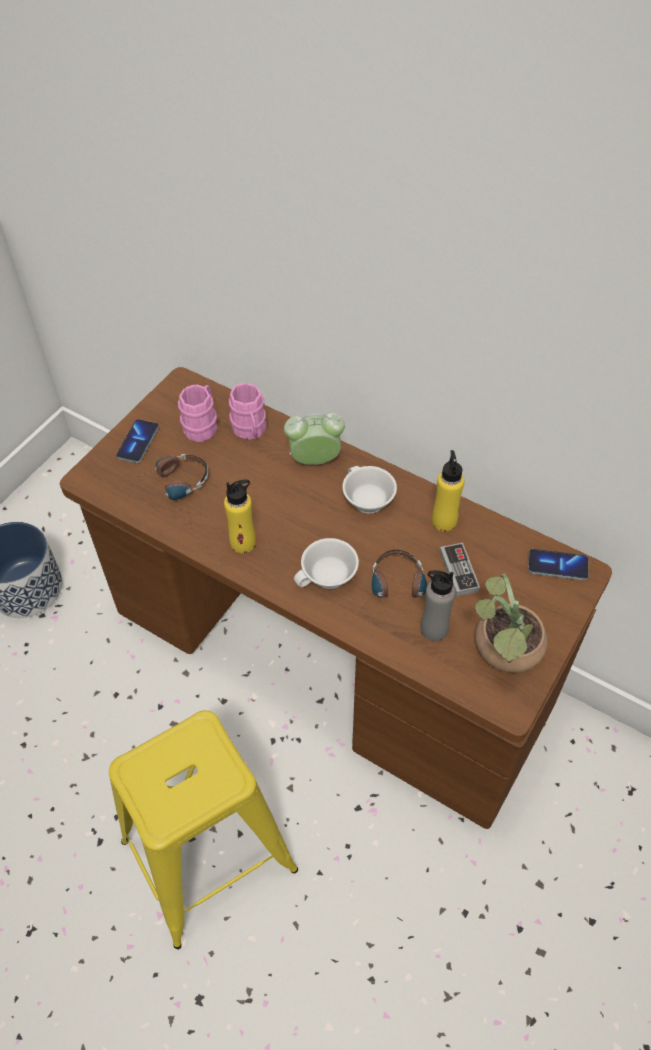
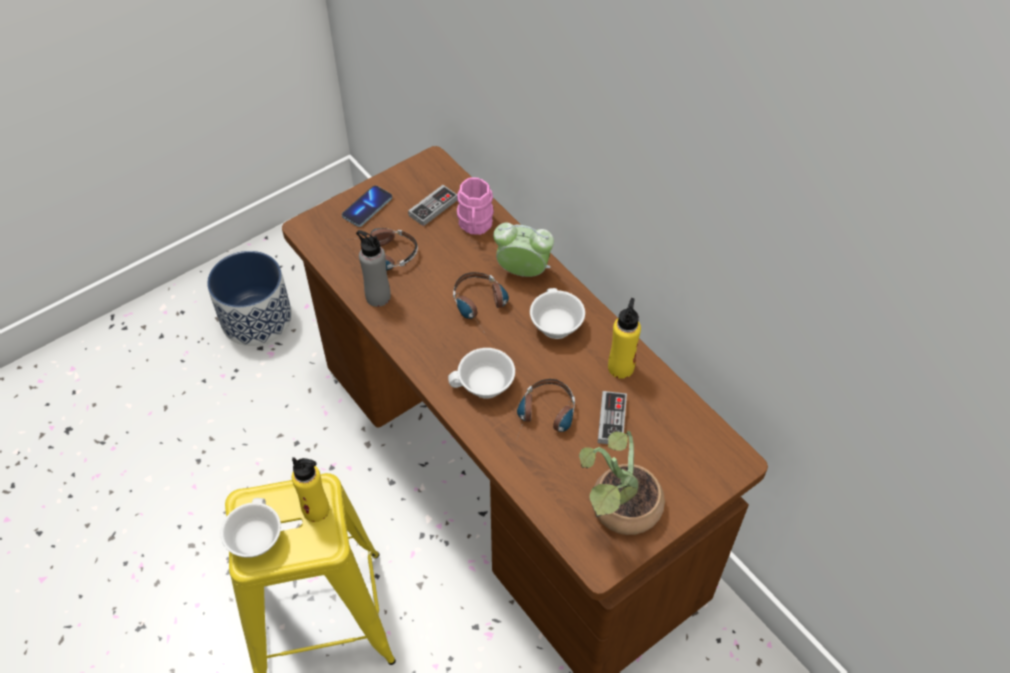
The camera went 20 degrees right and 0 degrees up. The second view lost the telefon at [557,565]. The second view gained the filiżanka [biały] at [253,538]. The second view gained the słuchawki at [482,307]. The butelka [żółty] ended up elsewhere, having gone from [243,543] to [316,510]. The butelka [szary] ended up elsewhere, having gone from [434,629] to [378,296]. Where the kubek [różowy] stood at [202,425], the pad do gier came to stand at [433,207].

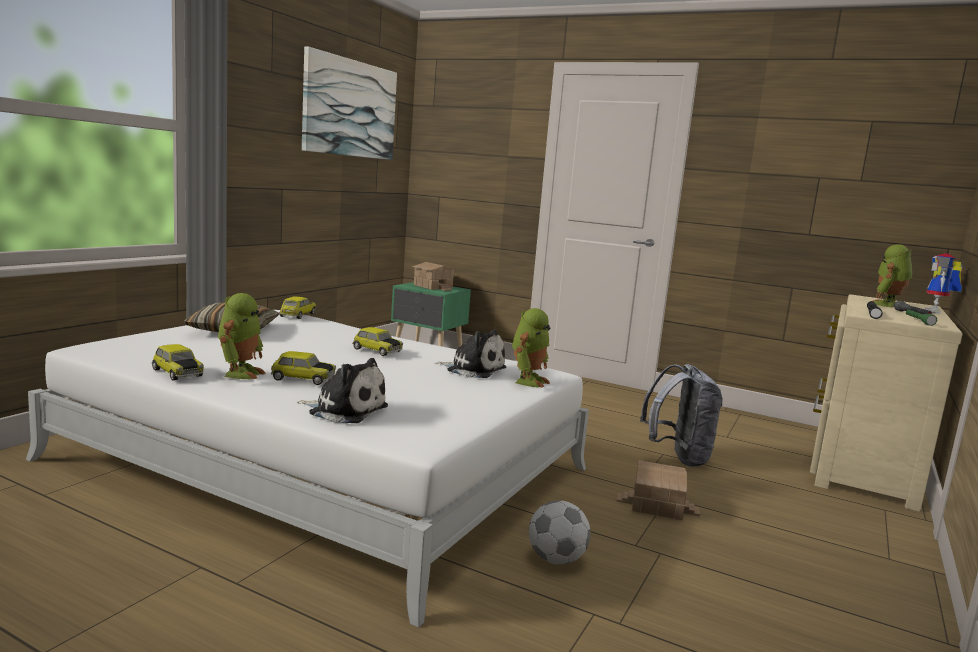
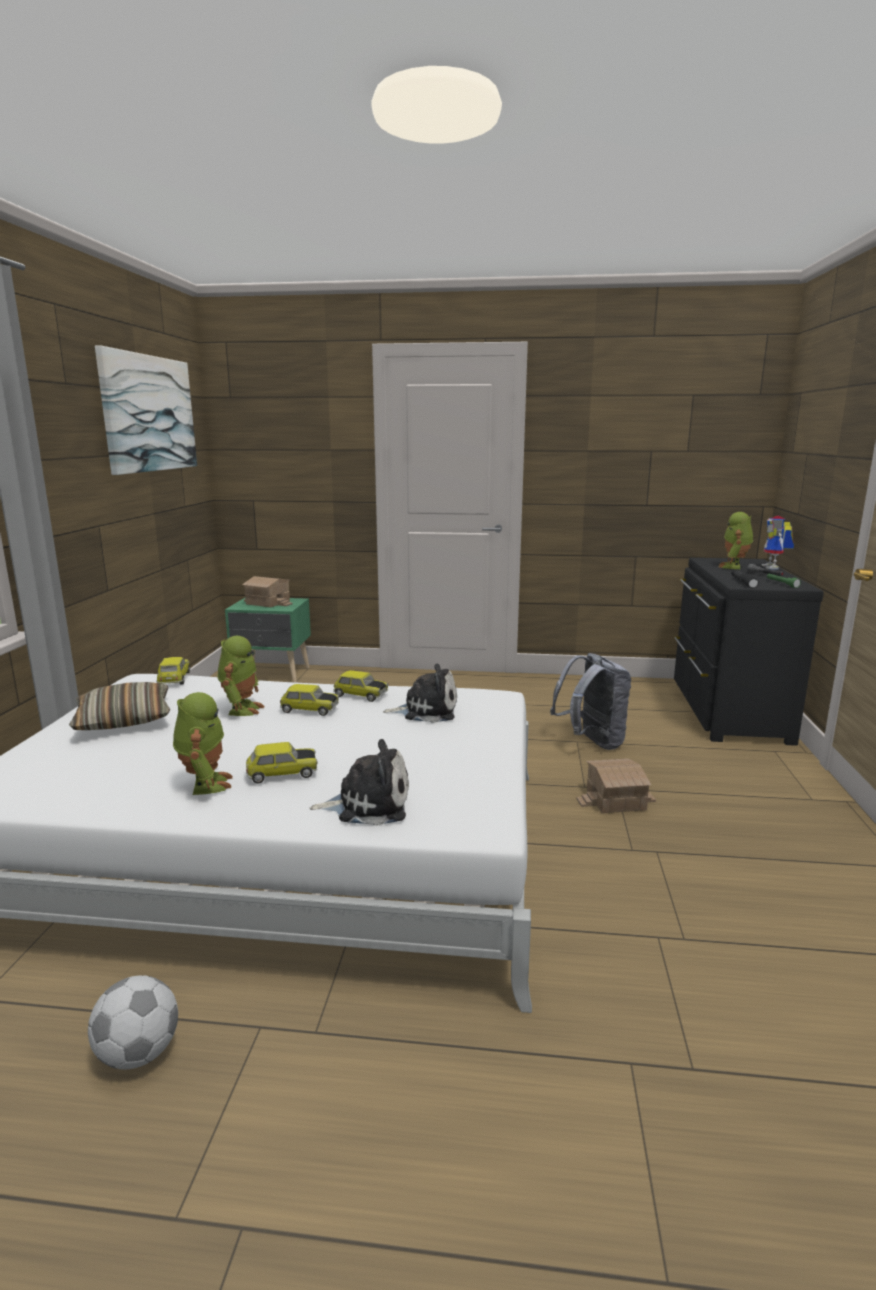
The camera went 20 degrees left and 5 degrees up. The samochodzik ended up elsewhere, having gone from [176,373] to [360,695]. The robot zabawkowy ended up elsewhere, having gone from [528,381] to [241,709]. The piłka futbolowa ended up elsewhere, having gone from [555,559] to [138,1053]. What was the komoda [beżowy] at [859,466] turned into the komoda [czarny] at [726,711].

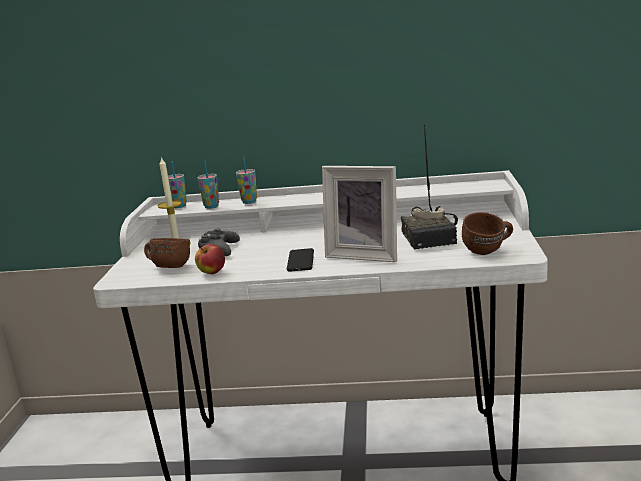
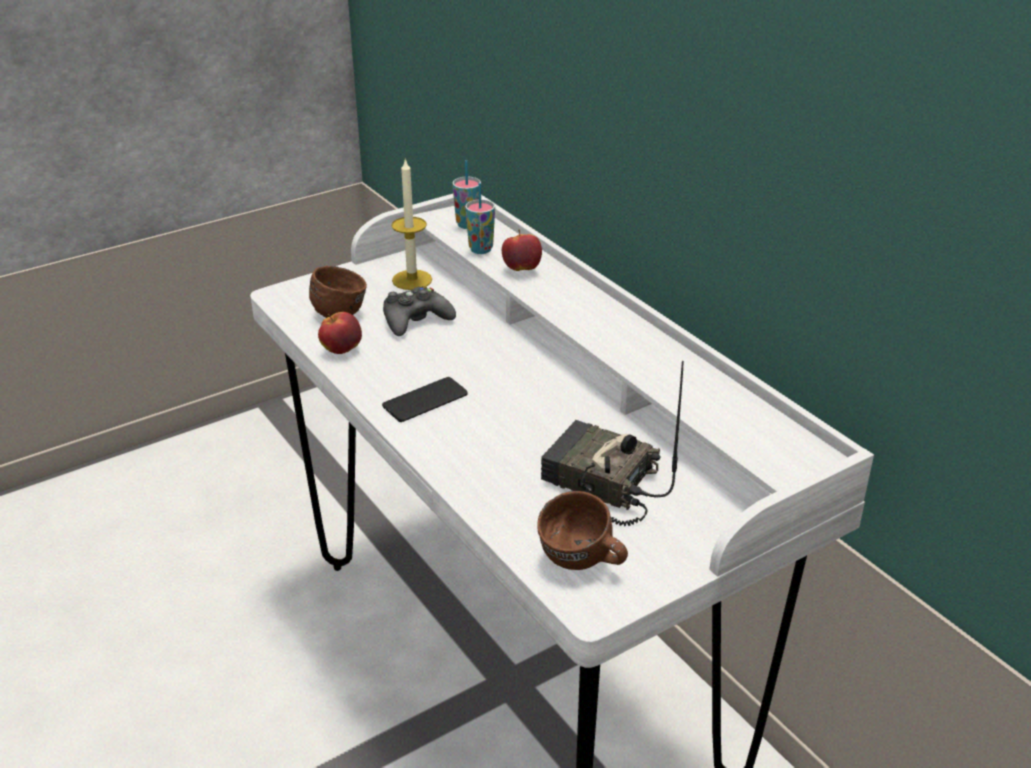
The camera went 50 degrees right and 15 degrees up. The second view lost the ramka na zdjęcie at [365,254]. Where the filiżanka stood at [249,202], the jabłko came to stand at [521,269]. The radio at [432,237] ended up facing another way, 75 degrees clockwise from before.

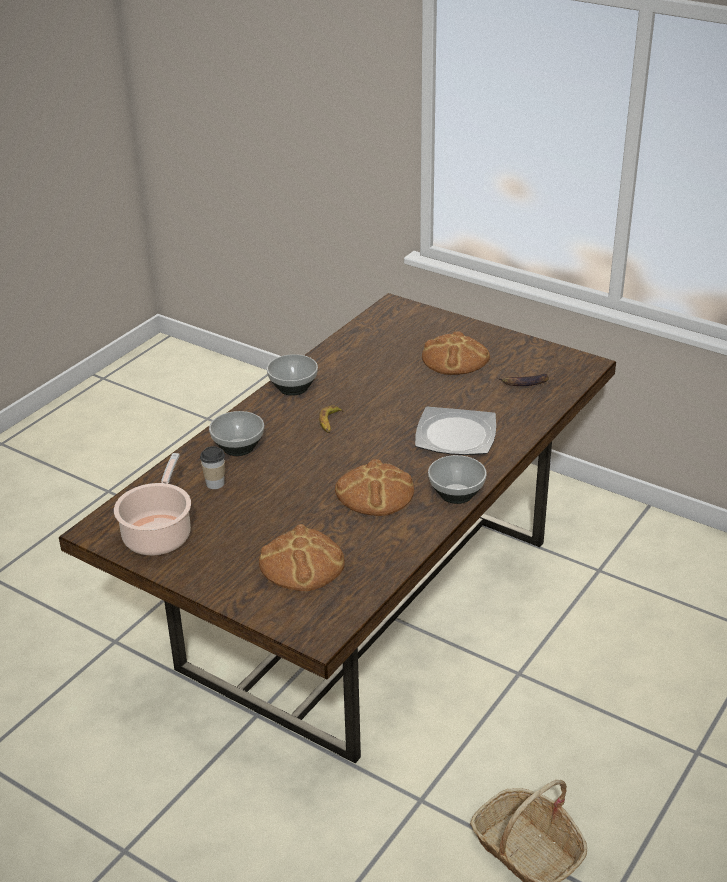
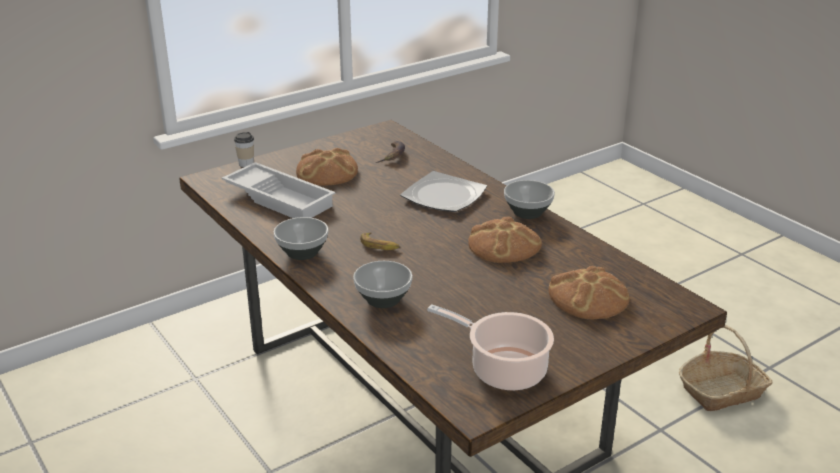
The camera went 70 degrees left and 5 degrees down. The second view gained the taca [biały] at [281,198]. The filiżanka ended up elsewhere, having gone from [215,483] to [246,164].

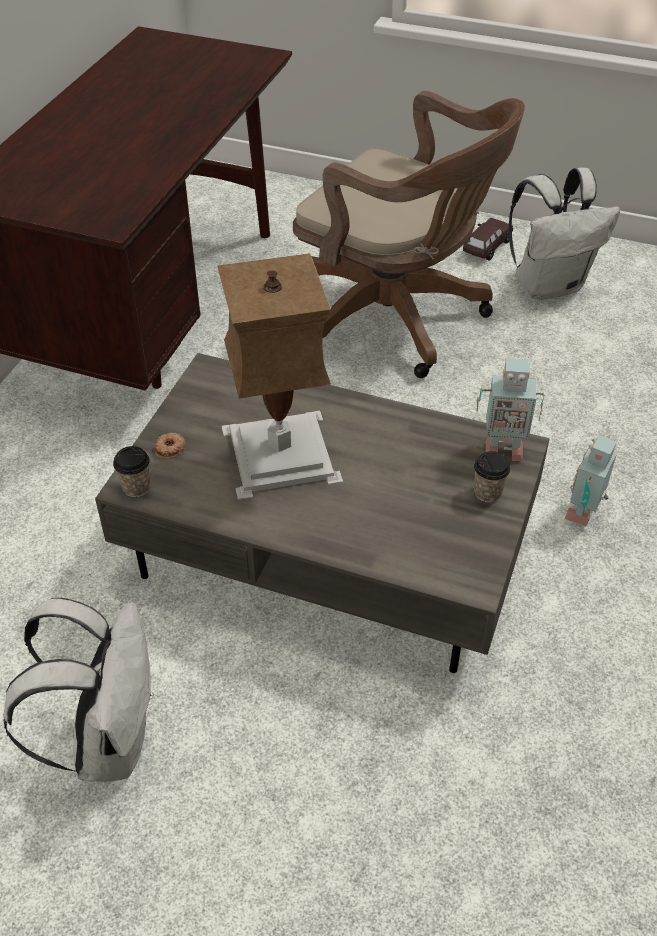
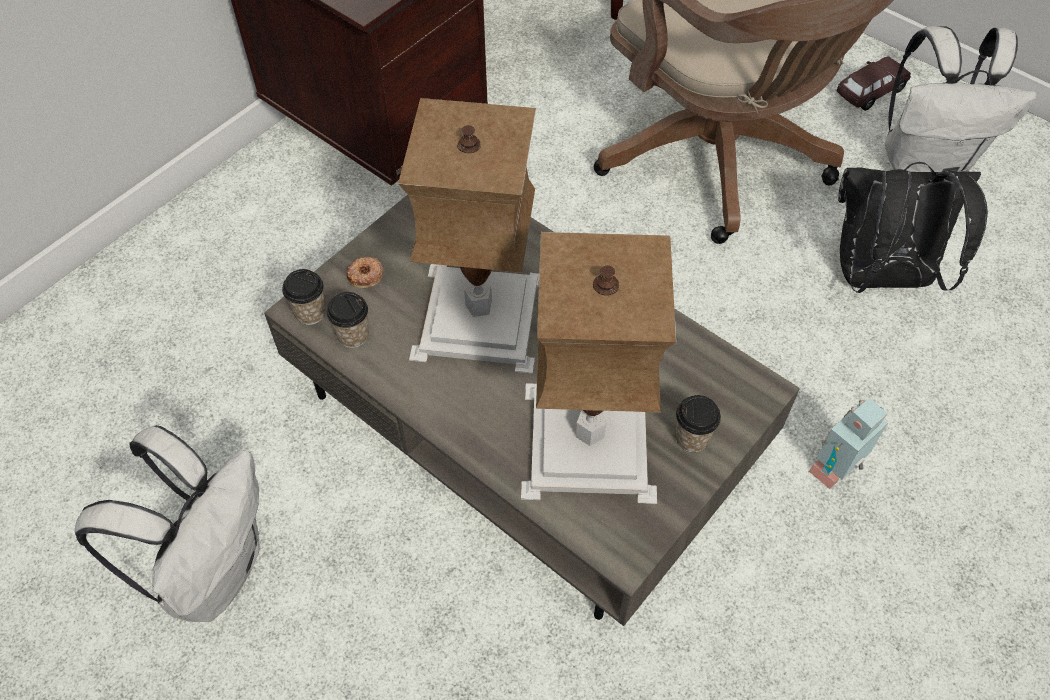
The camera went 20 degrees right and 10 degrees up. The second view lost the robot zabawkowy at [502,448]. The second view gained the filiżanka at [353,335]. The second view gained the lampa stołowa at [592,444]. The second view gained the plecak [czarny] at [879,278].

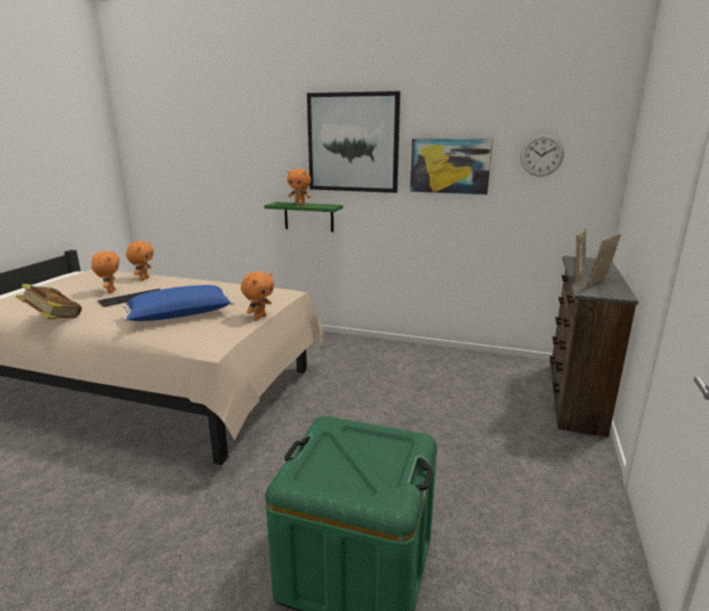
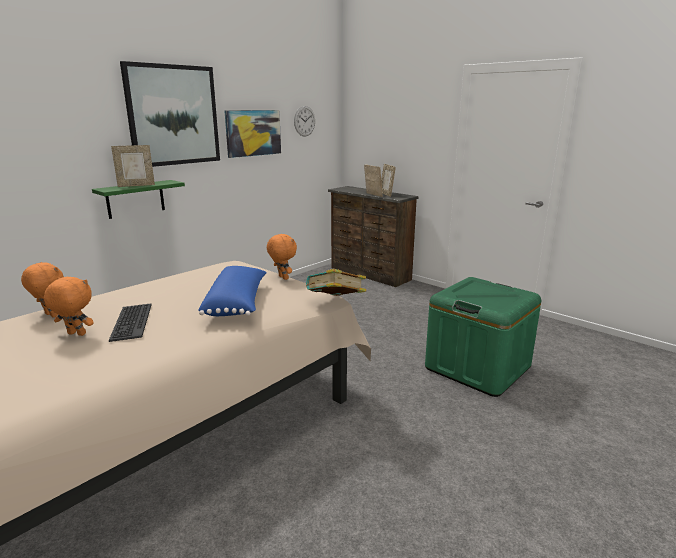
The camera went 65 degrees left and 0 degrees up. The książka ended up elsewhere, having gone from [53,320] to [335,302]. Where the pluszak [pomarańczowy] stood at [300,204], the ramka na zdjęcie came to stand at [136,185].

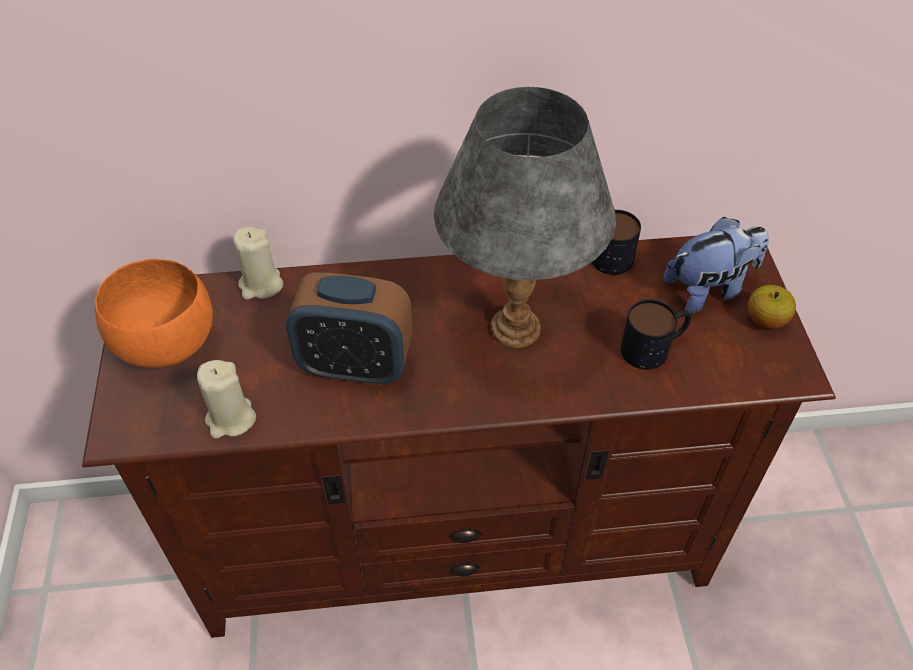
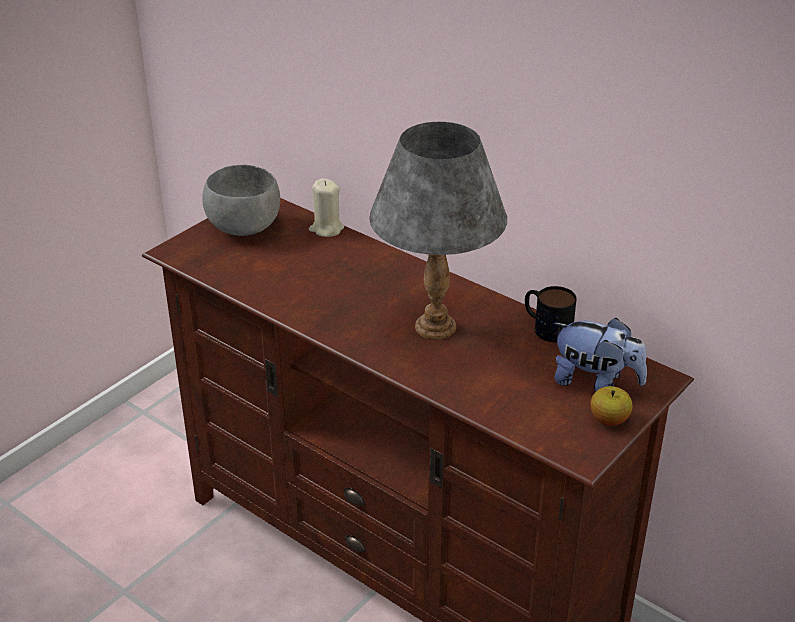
The camera went 45 degrees right and 15 degrees down. The second view lost the świeca [beżowy] at [230,419]. The second view lost the budzik at [355,365]. The second view lost the kubek at [654,347]. What was the miska [pomarańczowy] at [165,343] turned into the miska [szary] at [243,227].

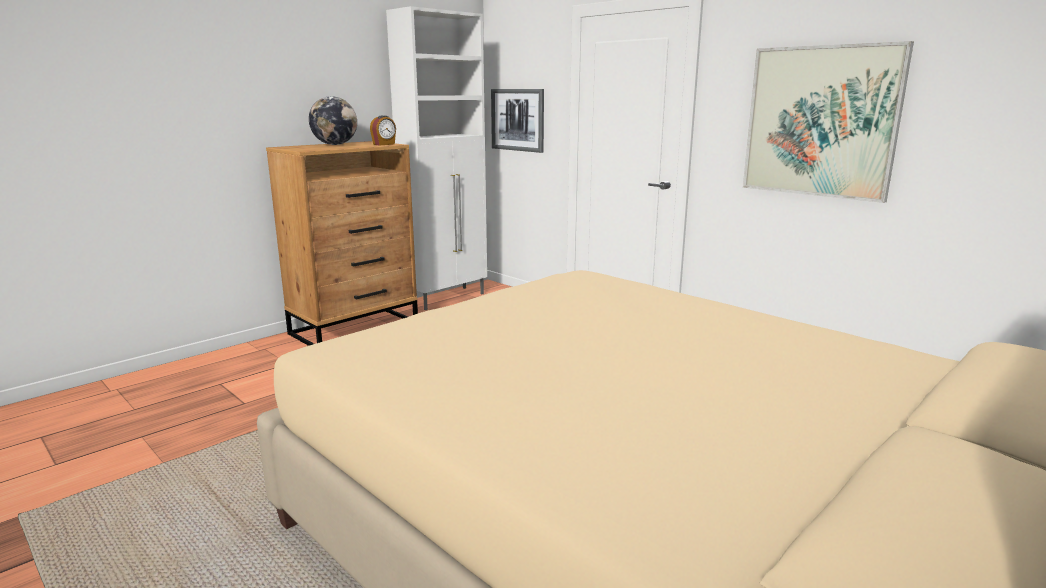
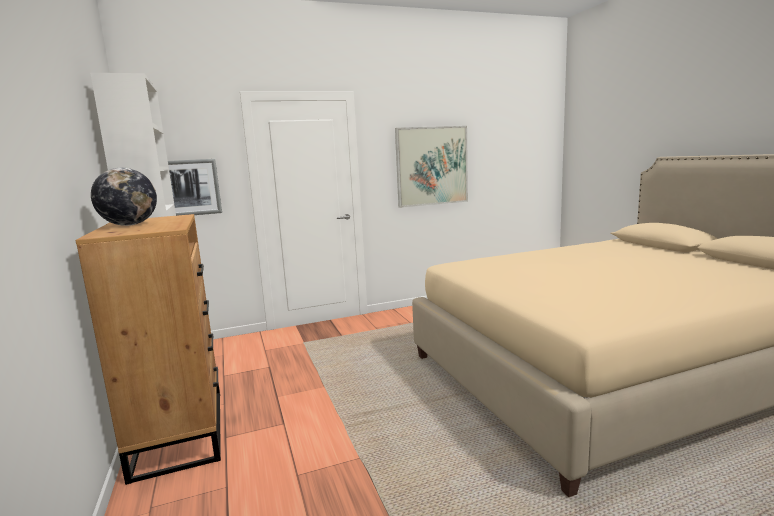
The camera went 65 degrees left and 5 degrees down. The second view lost the budzik at [384,144].

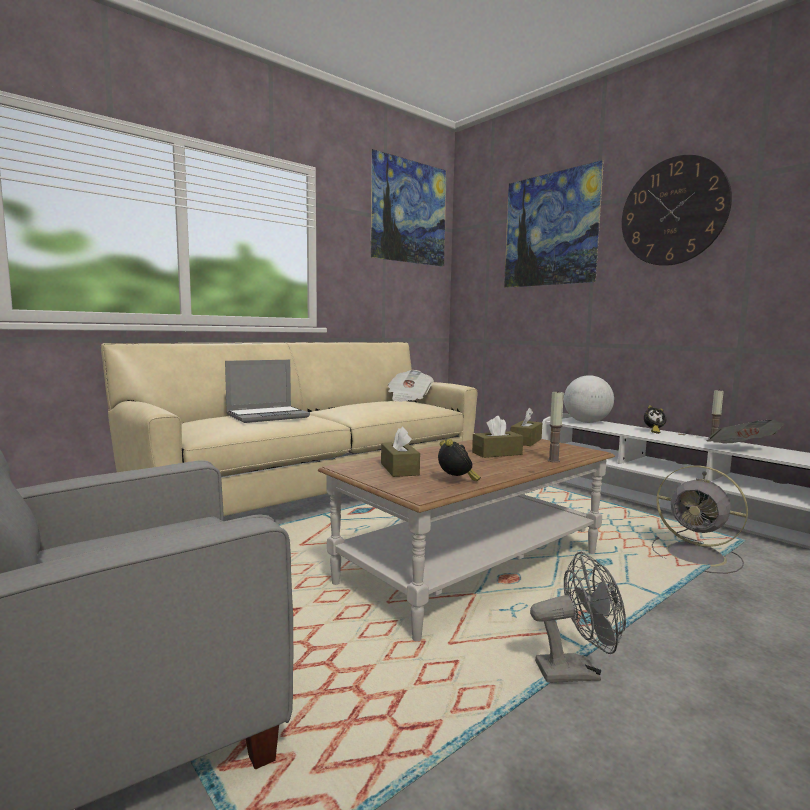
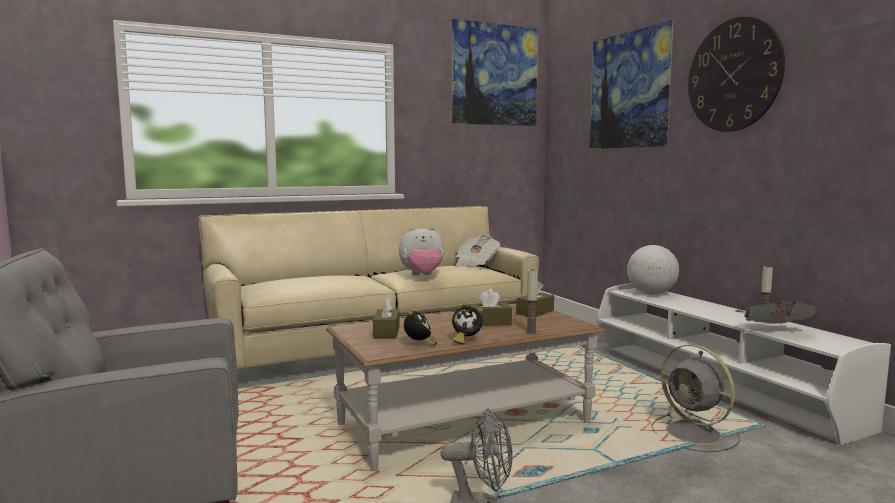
The camera went 15 degrees right and 0 degrees up. The second view lost the laptop at [268,416]. The second view gained the pluszak at [422,276]. The budzik ended up elsewhere, having gone from [653,431] to [466,340].

